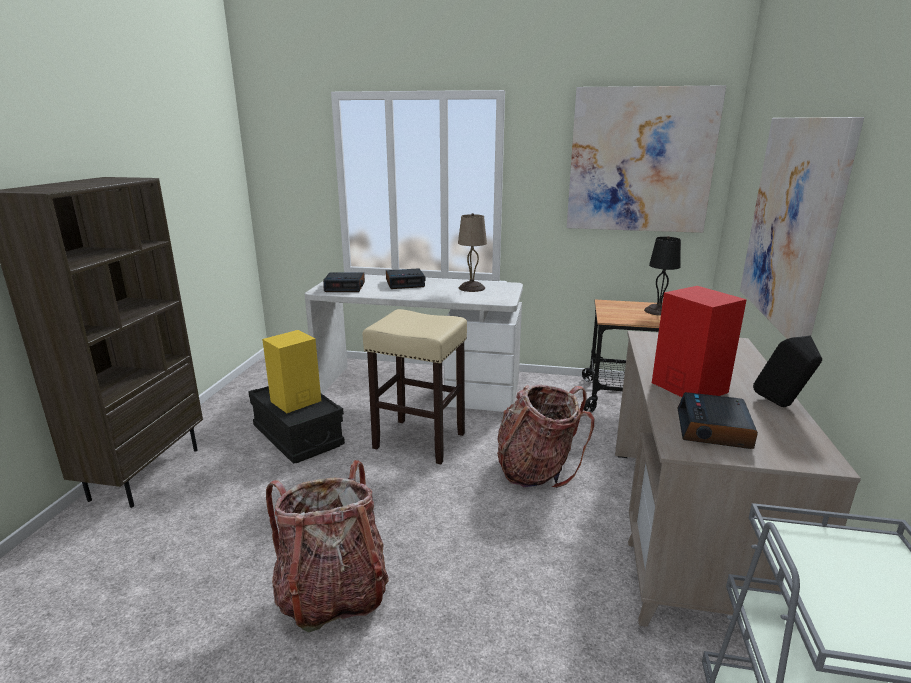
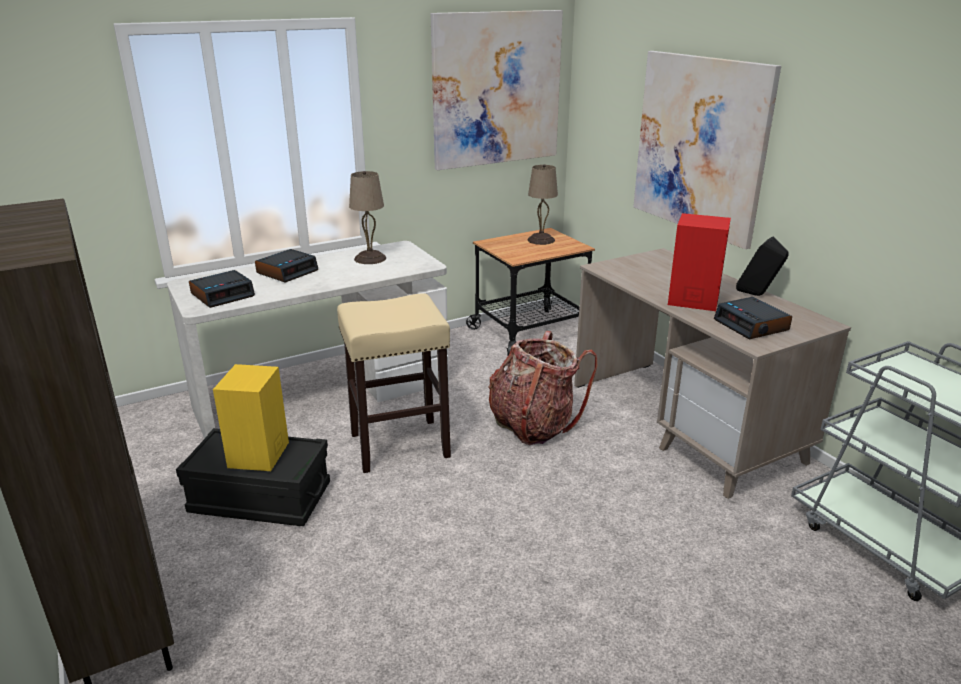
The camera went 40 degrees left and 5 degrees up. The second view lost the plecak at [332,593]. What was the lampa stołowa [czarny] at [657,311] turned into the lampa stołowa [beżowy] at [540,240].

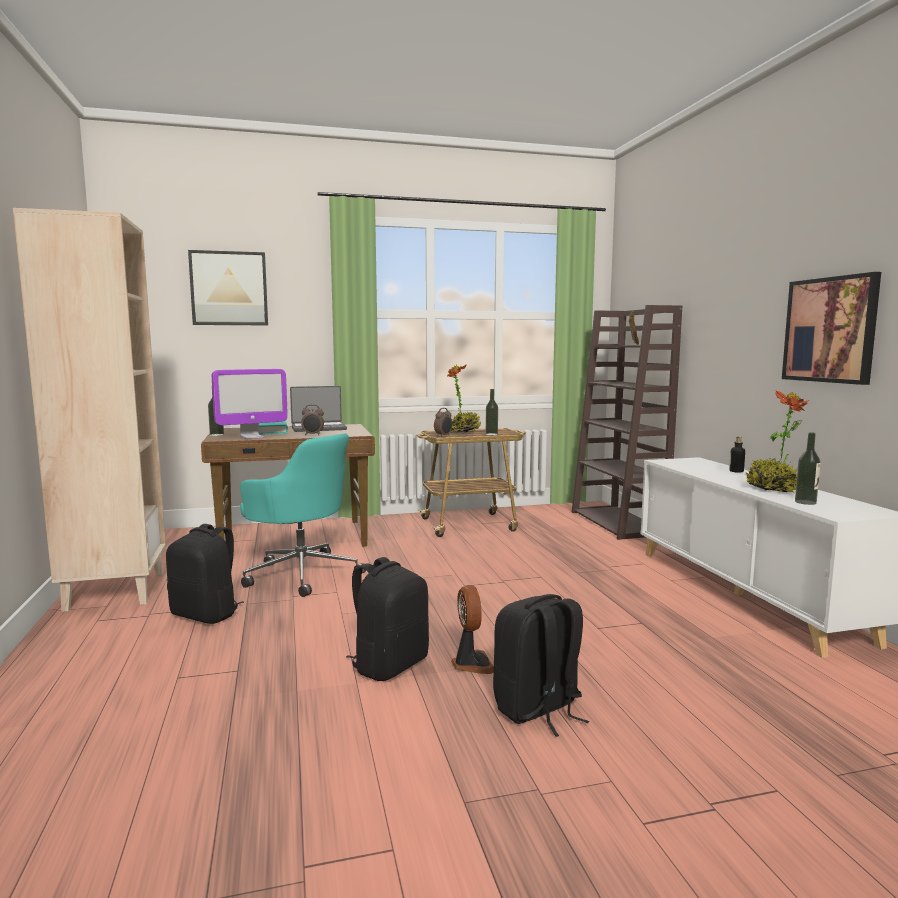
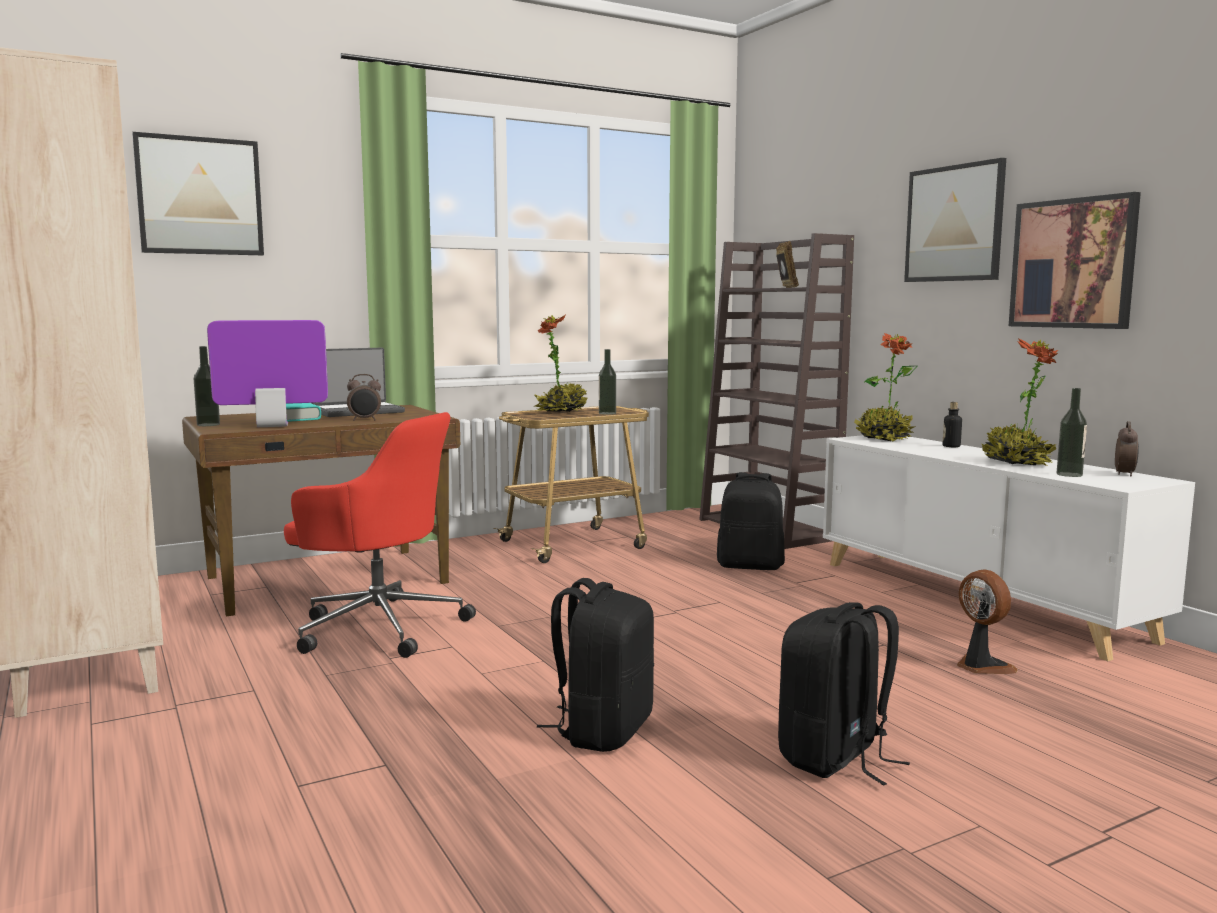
The camera went 15 degrees left and 0 degrees up. The second view gained the roślina doniczkowa at [884,438]. The second view gained the obraz at [954,223]. The plecak [czarny] ended up elsewhere, having gone from [206,615] to [750,566]. The budzik ended up elsewhere, having gone from [443,436] to [1125,474]. The wentylator ended up elsewhere, having gone from [471,664] to [981,666]. What was the krzesło biurowe [turkusowy] at [301,573] turned into the krzesło biurowe [czerwony] at [378,627]. The monitor at [252,437] ended up facing another way, 150 degrees counterclockwise from before.

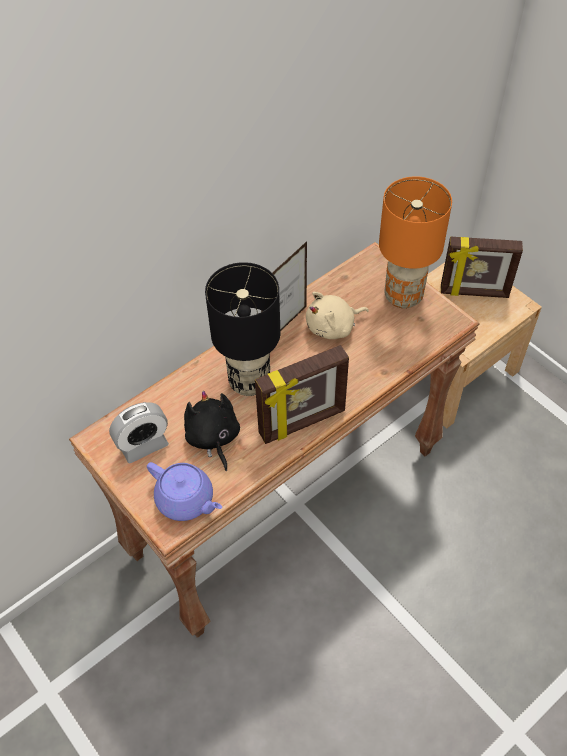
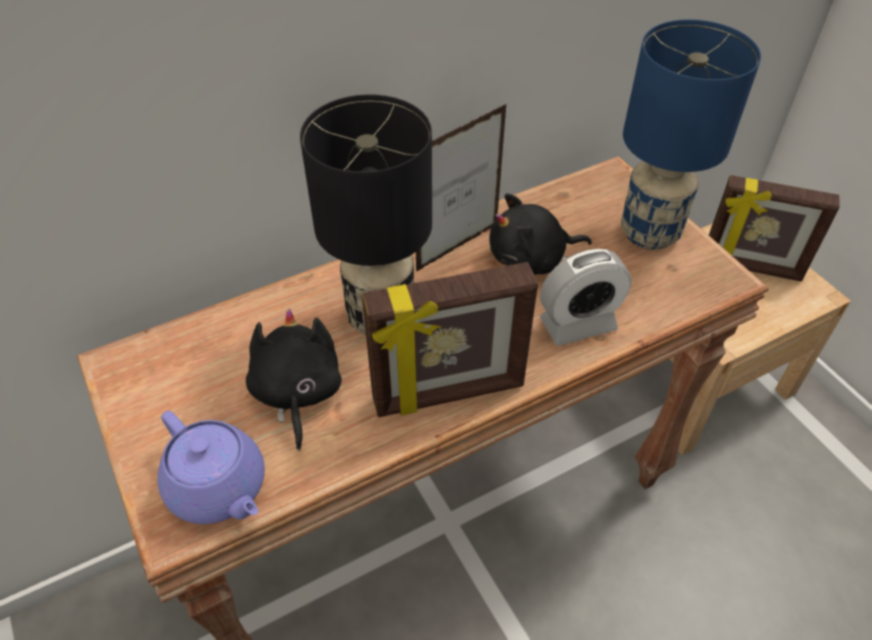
The camera went 10 degrees right and 5 degrees down. The budzik ended up elsewhere, having gone from [143,445] to [578,324]. What was the pluszak [beżowy] at [333,327] turned into the pluszak [czarny] at [531,259]. What was the lampa stołowa [pomarańczowy] at [403,297] turned into the lampa stołowa [niebieski] at [649,234].

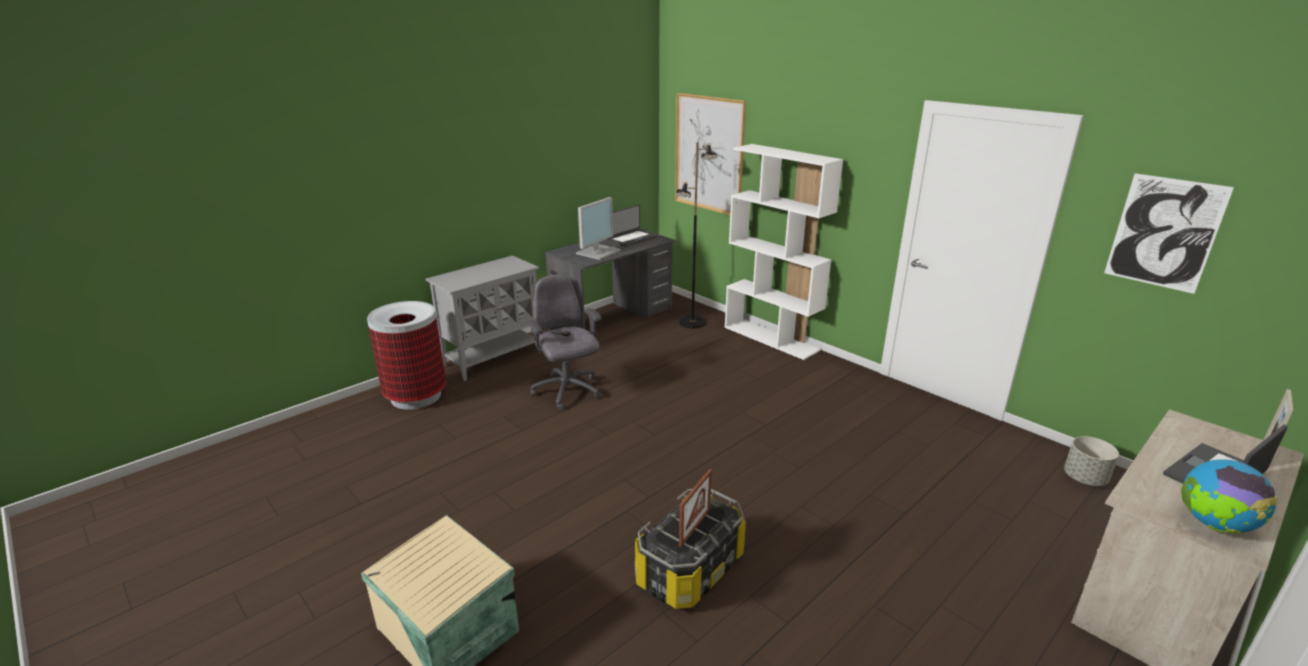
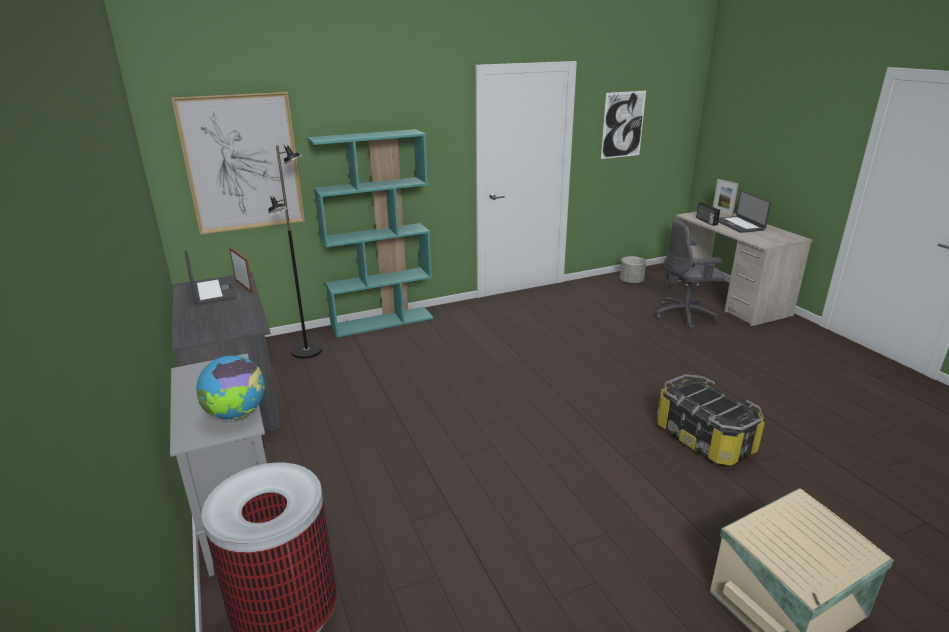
The camera went 70 degrees left and 0 degrees up. The second view lost the monitor at [598,252]. The second view gained the radio at [706,221]. The krzesło biurowe [szary] ended up elsewhere, having gone from [567,391] to [685,316]. The ramka na zdjęcie ended up elsewhere, having gone from [694,527] to [244,286]. The globus ended up elsewhere, having gone from [1214,524] to [236,414]. What was the regał [biały] at [771,338] turned into the regał [turkusowy] at [382,321].

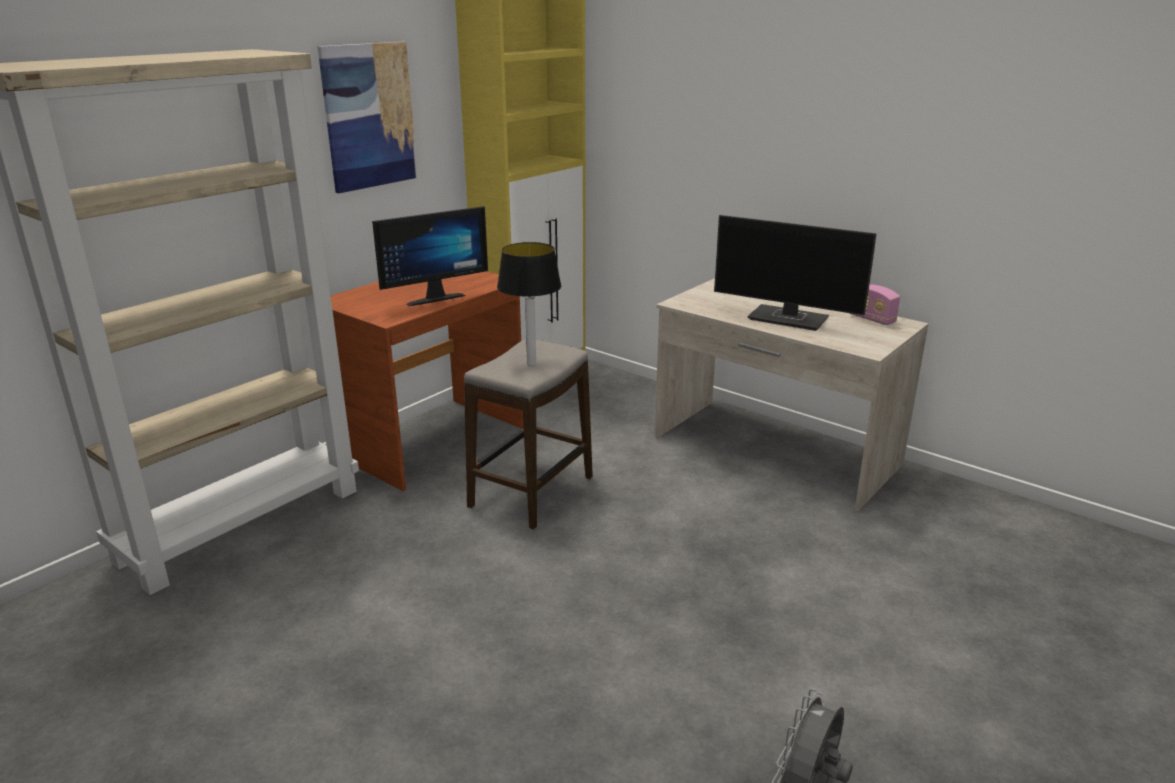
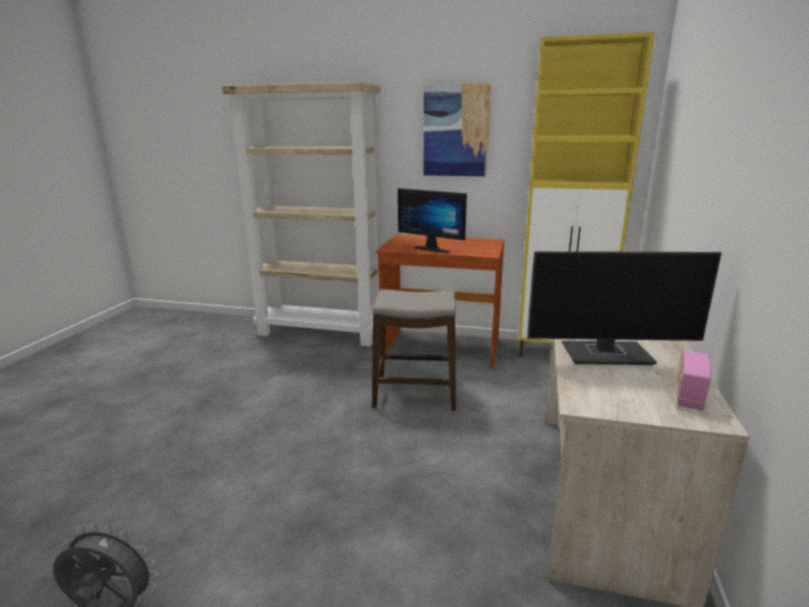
The camera went 65 degrees right and 5 degrees down. The second view lost the lampa stołowa at [531,364]. The monitor at [789,319] ended up facing another way, 90 degrees counterclockwise from before.

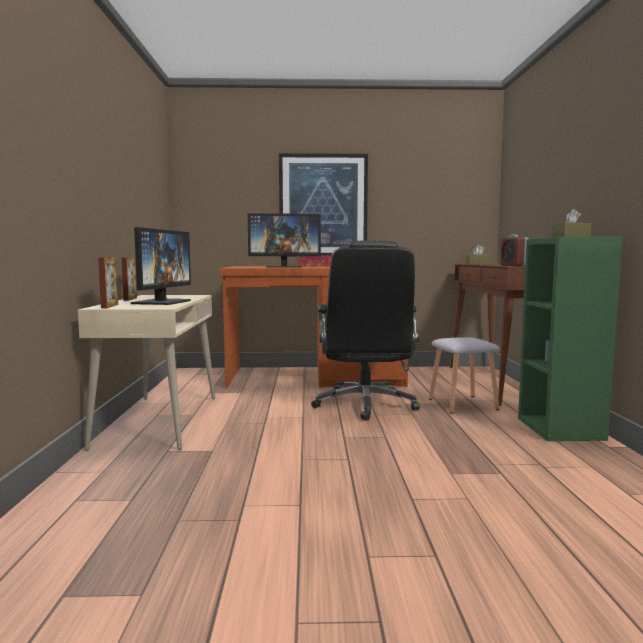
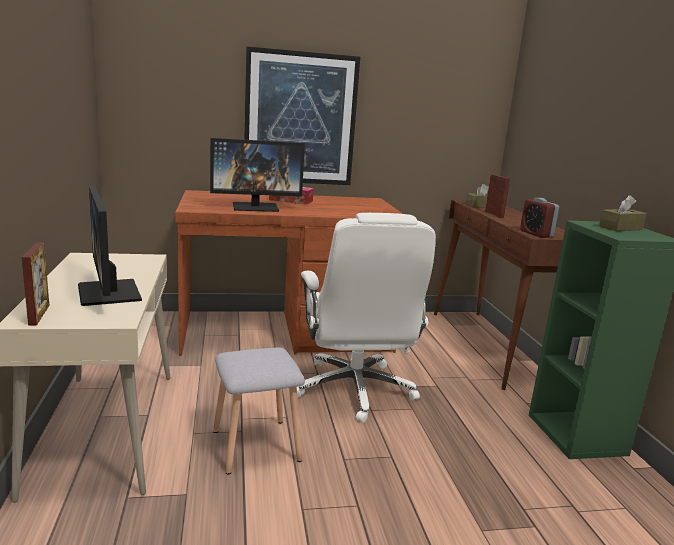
The camera went 10 degrees left and 10 degrees up. The ramka na zdjęcie ended up elsewhere, having gone from [130,299] to [494,214]. The stołek [szary] ended up elsewhere, having gone from [463,404] to [257,446]. What was the krzesło biurowe [czarny] at [365,405] turned into the krzesło biurowe [biały] at [355,390]. The monitor at [162,302] ended up facing another way, 150 degrees clockwise from before.

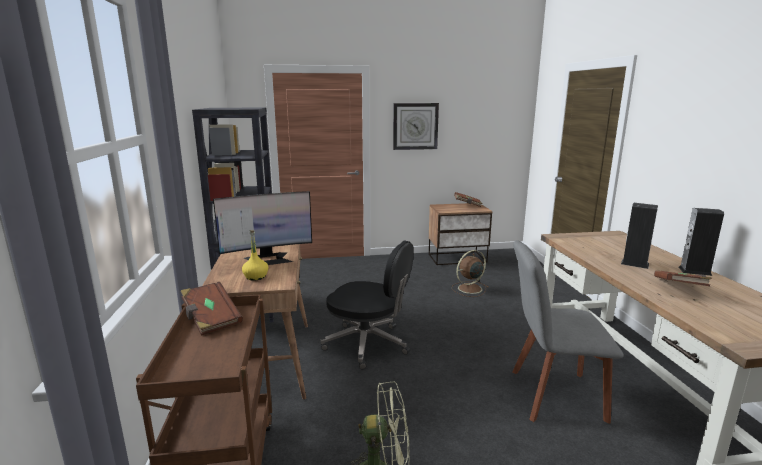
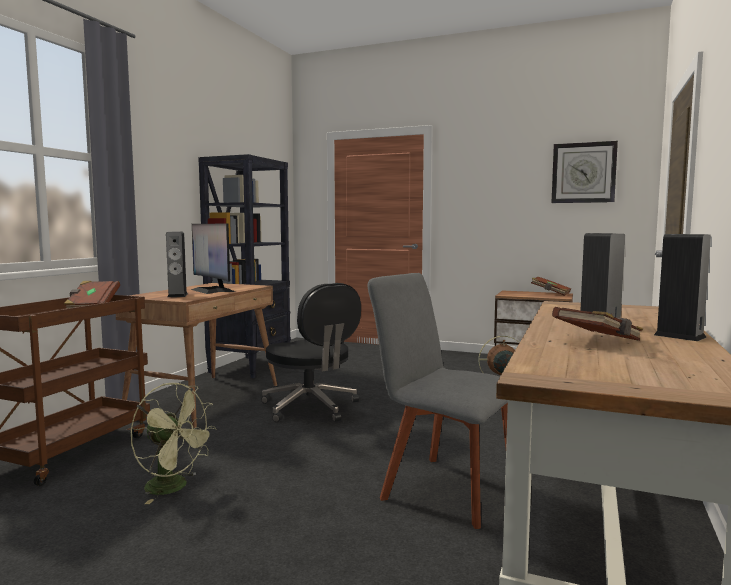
The camera went 30 degrees right and 10 degrees down. The zegar ścienny ended up elsewhere, having gone from [415,126] to [583,173]. Where the butelka [żółty] stood at [256,276], the głośnik came to stand at [177,295]. The monitor at [268,259] ended up facing another way, 45 degrees clockwise from before.

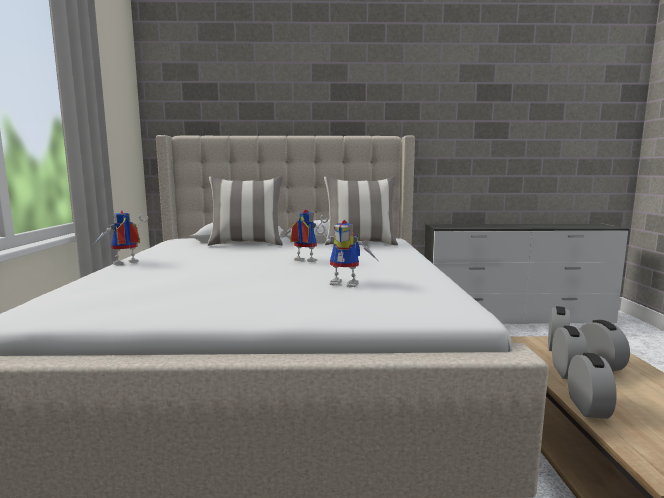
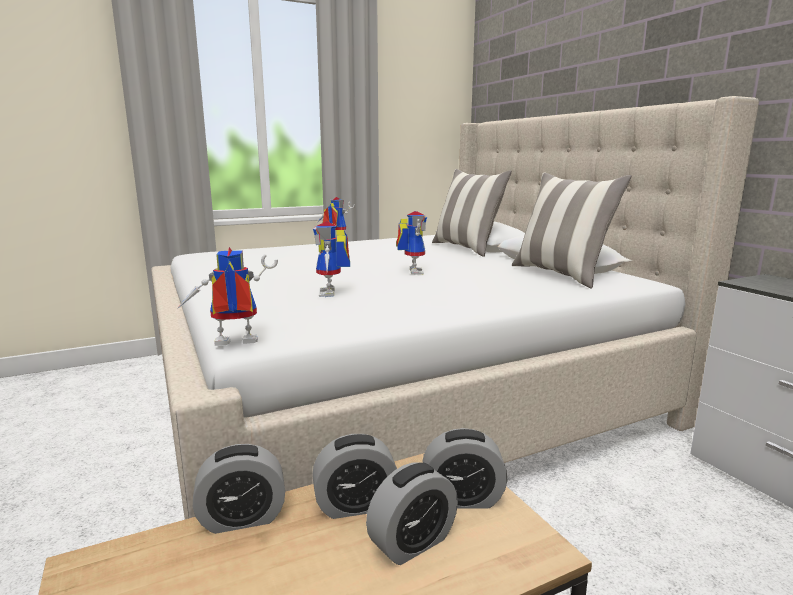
The camera went 65 degrees right and 5 degrees up. The second view gained the robot zabawkowy at [232,344].

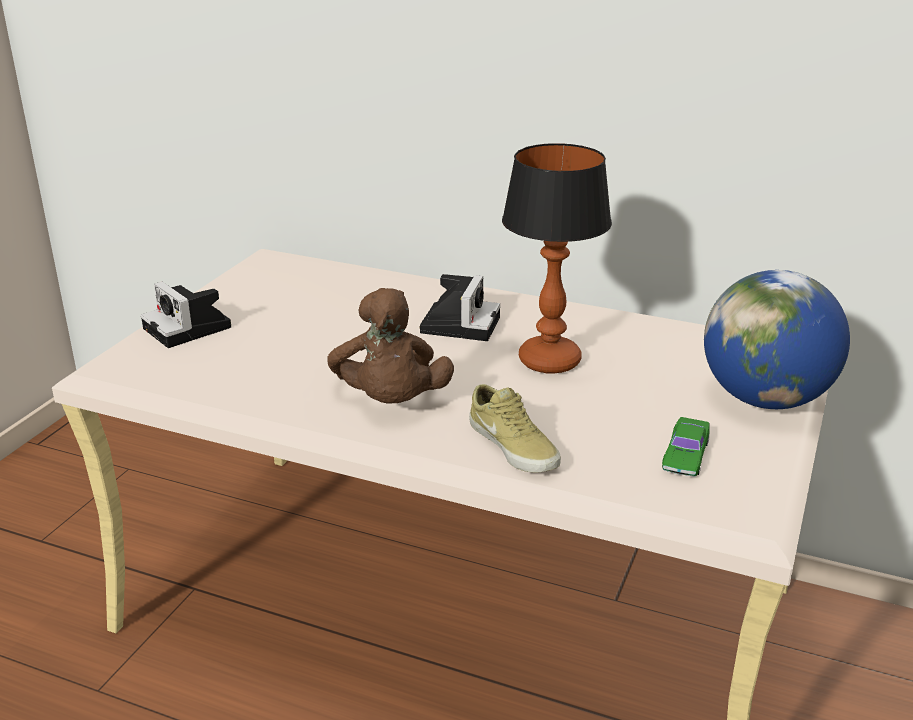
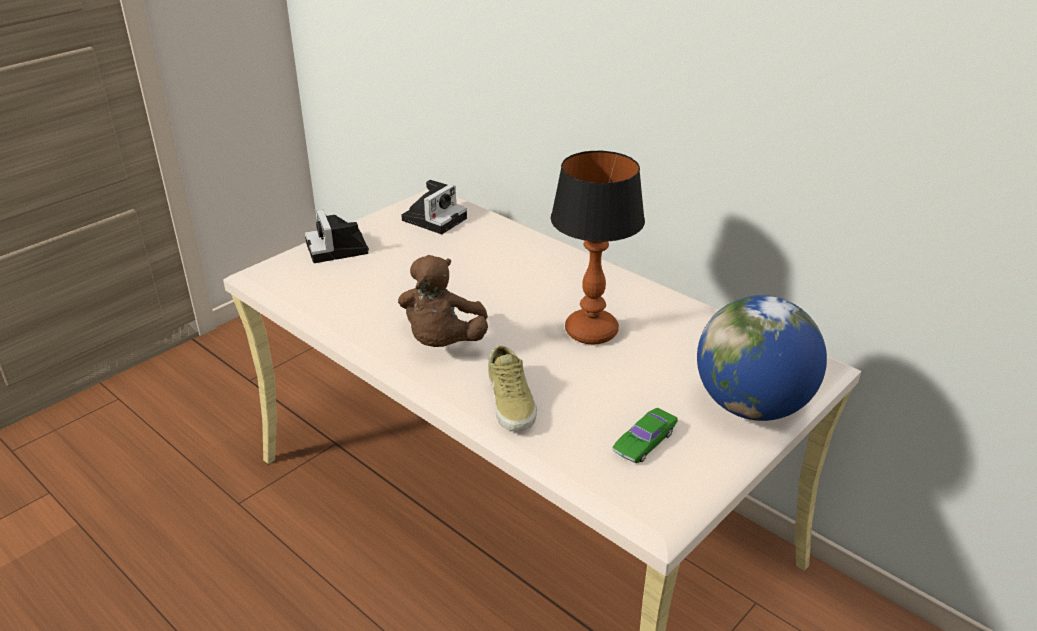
The camera went 20 degrees right and 5 degrees up. The aparat fotograficzny ended up elsewhere, having gone from [460,323] to [435,218].

